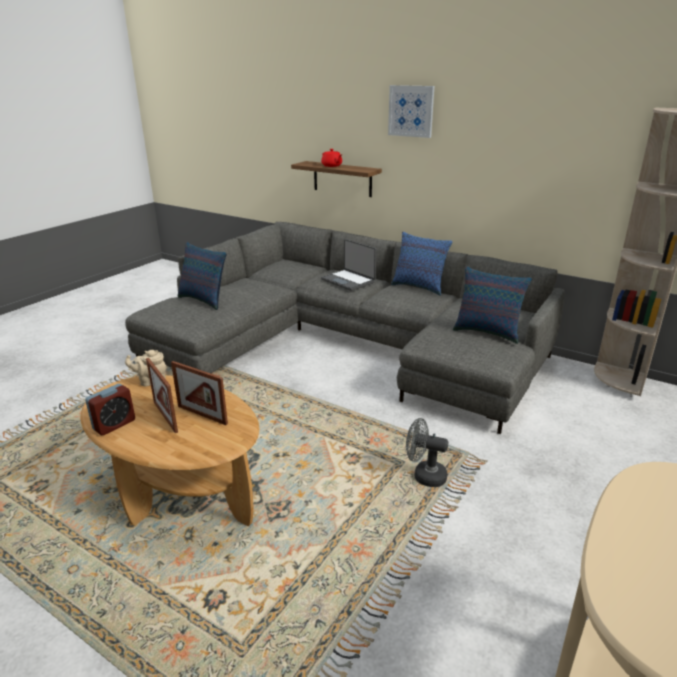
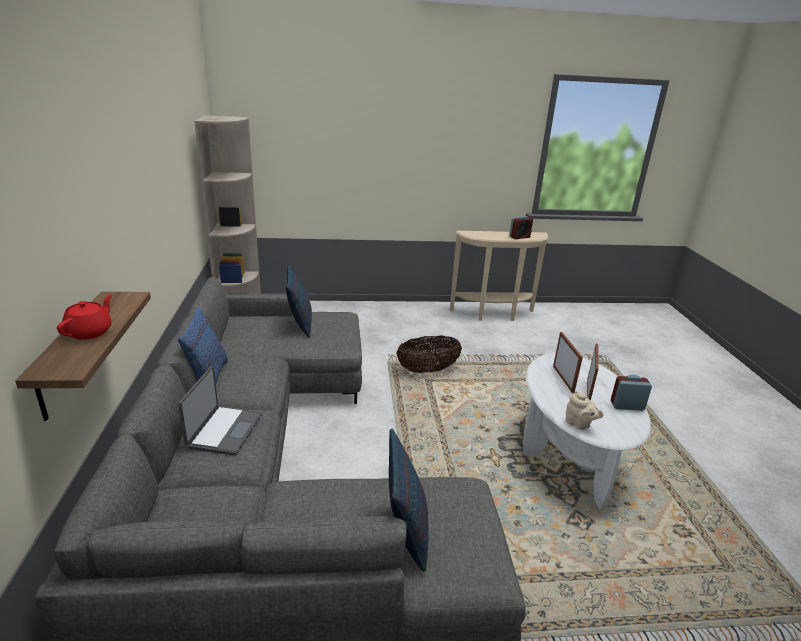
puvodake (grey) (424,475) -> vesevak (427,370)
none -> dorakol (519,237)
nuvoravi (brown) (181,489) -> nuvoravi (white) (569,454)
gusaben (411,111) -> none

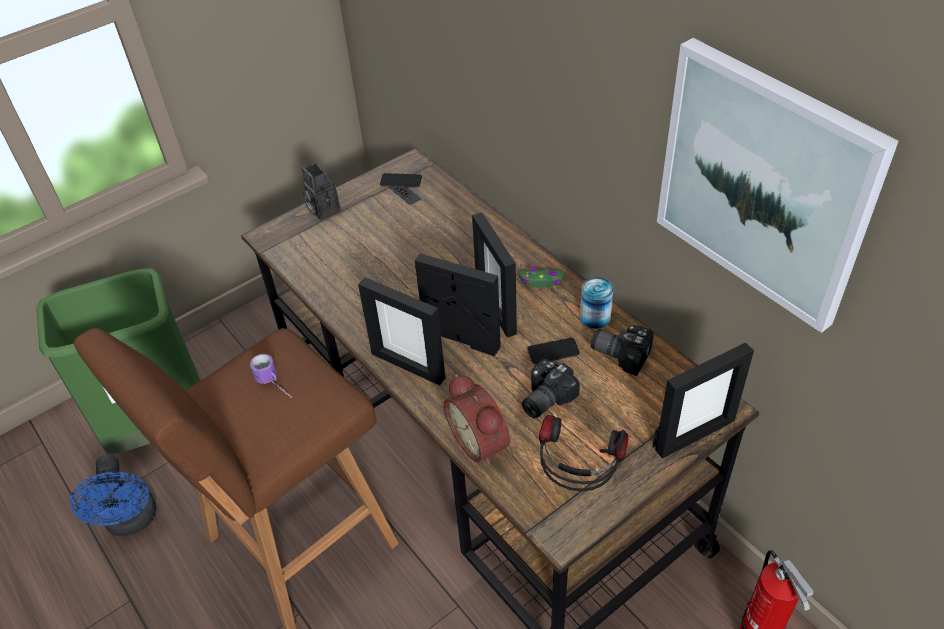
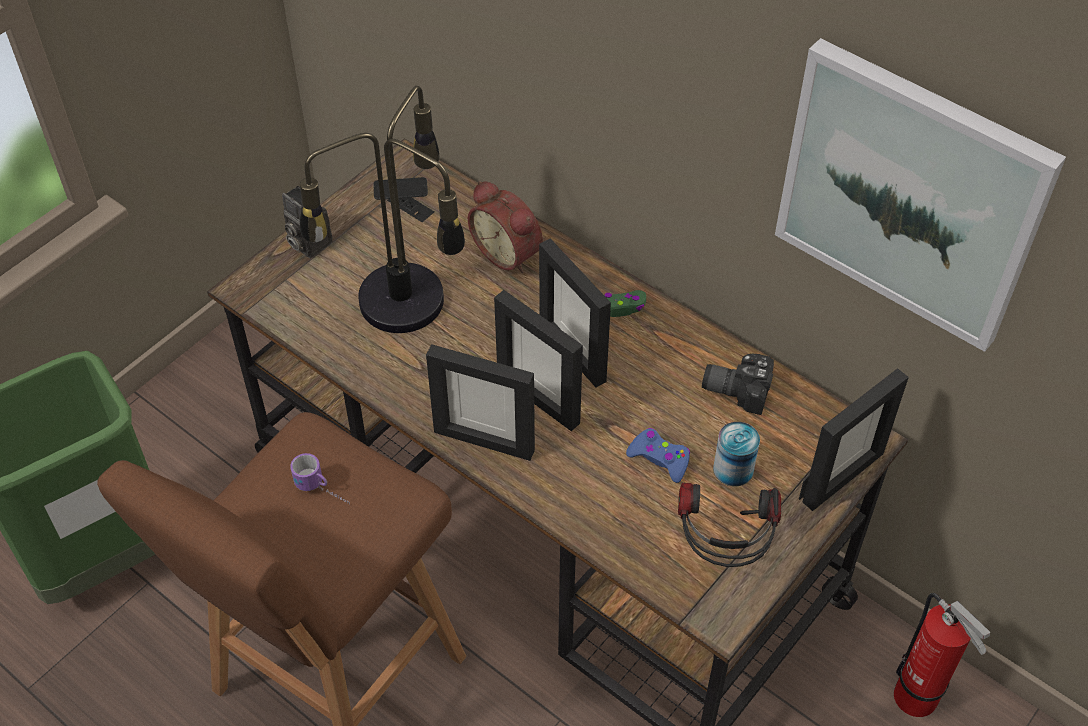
none -> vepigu (402,302)
dorakol (482,441) -> dorakol (509,252), moved
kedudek (460,339) -> kedudek (539,398), 150 degrees counterclockwise
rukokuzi (543,398) -> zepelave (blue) (659,459)
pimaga (595,317) -> pimaga (733,469), moved
puvodake (blue) (132,521) -> none
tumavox (553,351) -> none

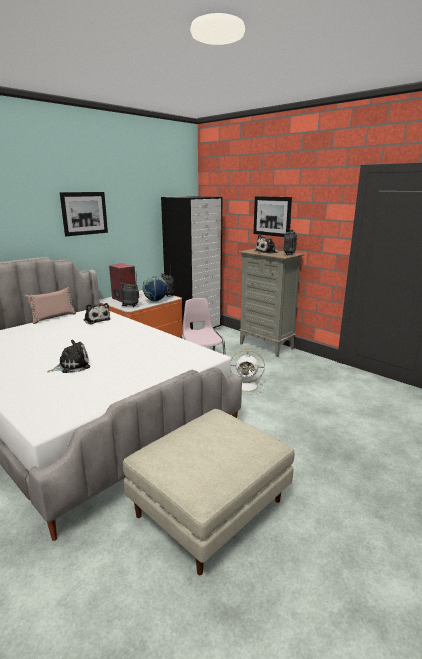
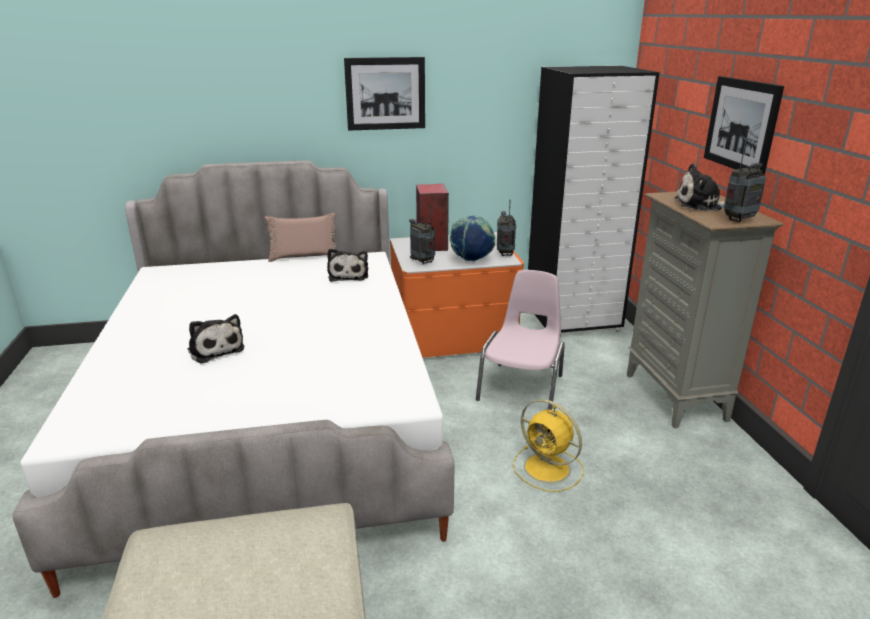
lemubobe (72,366) -> lemubobe (215,349), 45 degrees clockwise
puvodake (white) (247,386) -> puvodake (yellow) (548,469)

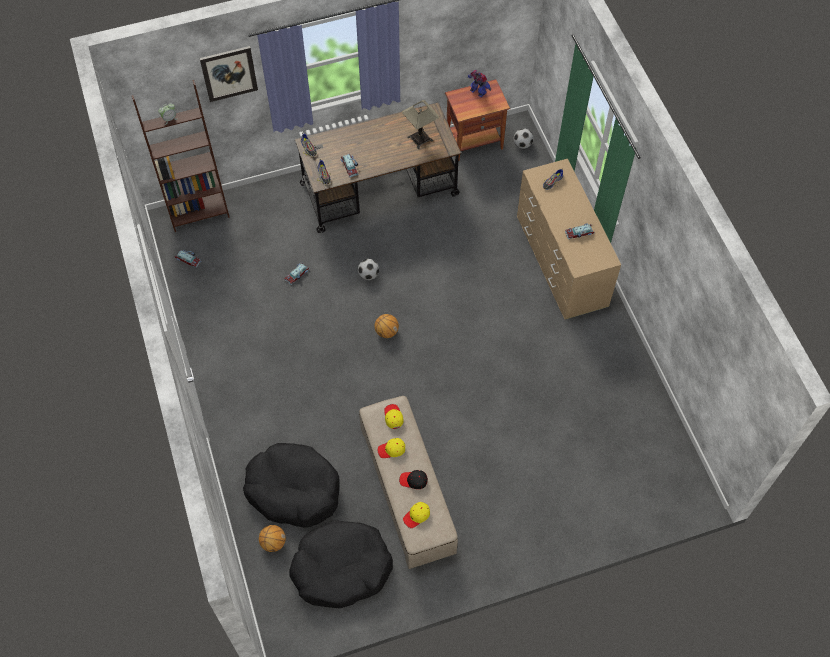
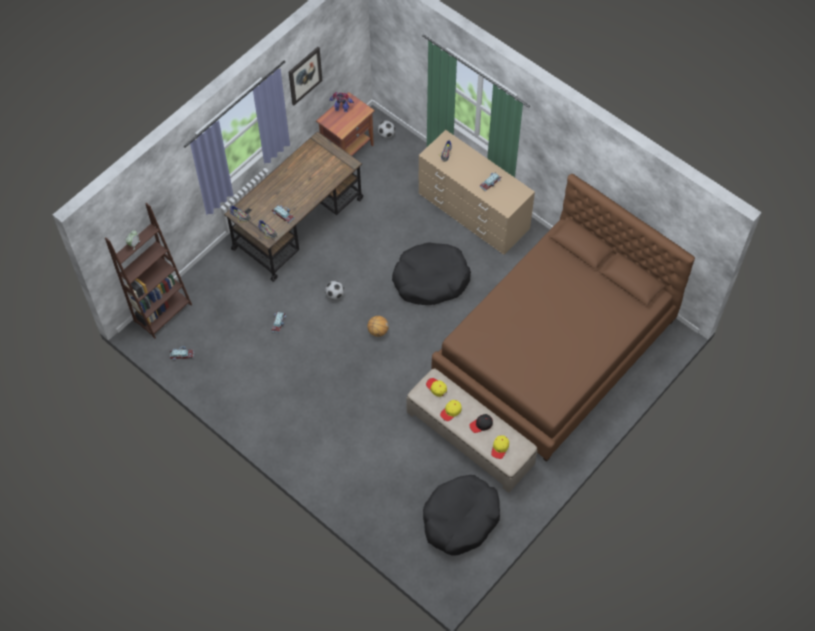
gusaben (229,73) -> gusaben (304,75), moved
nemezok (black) (293,489) -> nemezok (black) (430,279), moved
none -> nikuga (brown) (555,347)
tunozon (273,542) -> none
vepigu (420,138) -> none

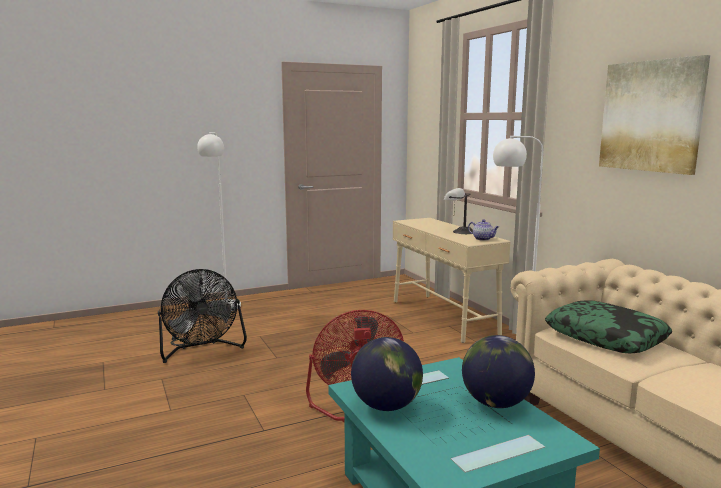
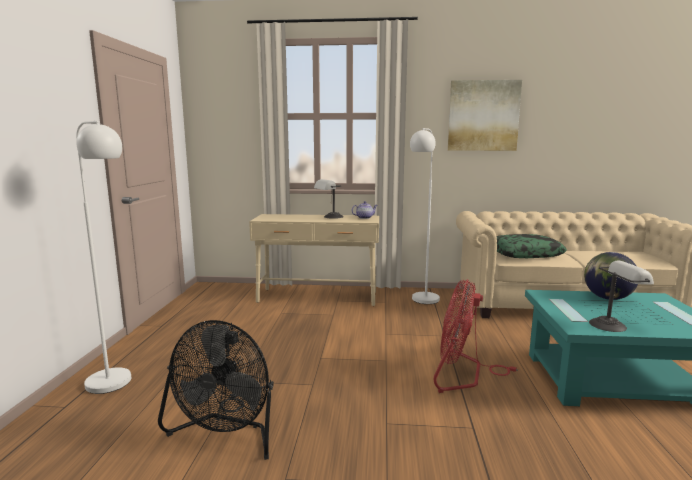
puvodake (black) (198,350) -> puvodake (black) (225,431), 105 degrees clockwise
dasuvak (386,406) -> vepigu (613,324)

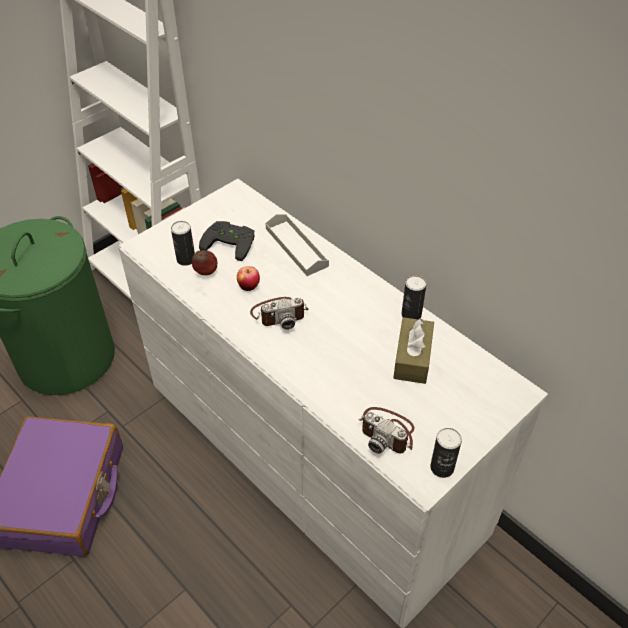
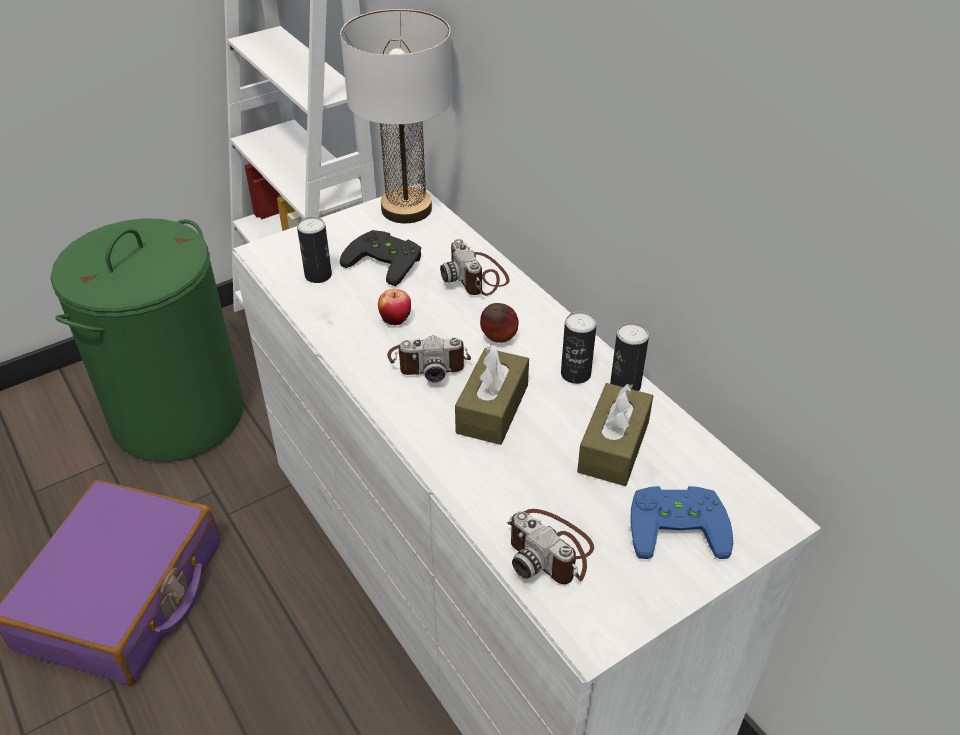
none -> vepigu (407,209)
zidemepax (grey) (296,247) -> rukokuzi (477,277)
none -> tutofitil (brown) (492,409)
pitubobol (206,273) -> pitubobol (498,339), moved
pimaga (442,467) -> pimaga (575,374), moved
none -> zepelave (blue) (677,523)

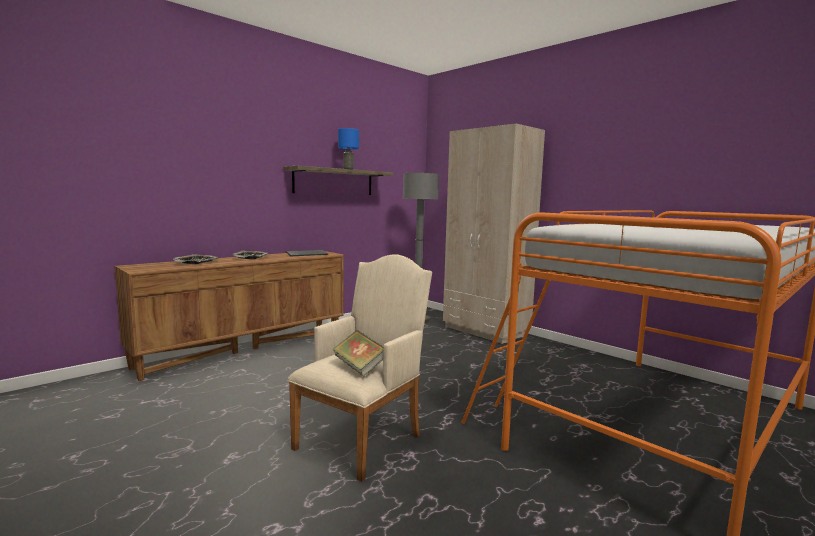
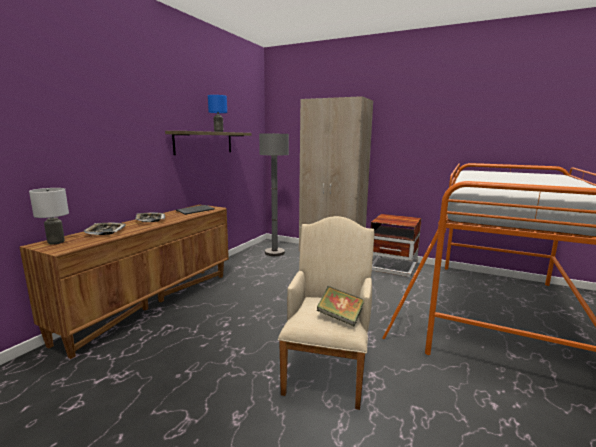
none -> vepigu (white) (57,242)
none -> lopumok (393,266)

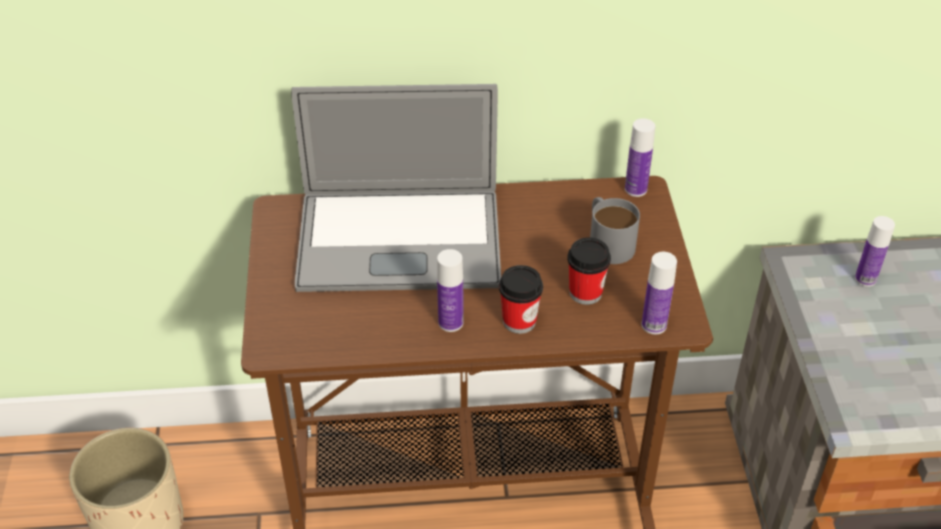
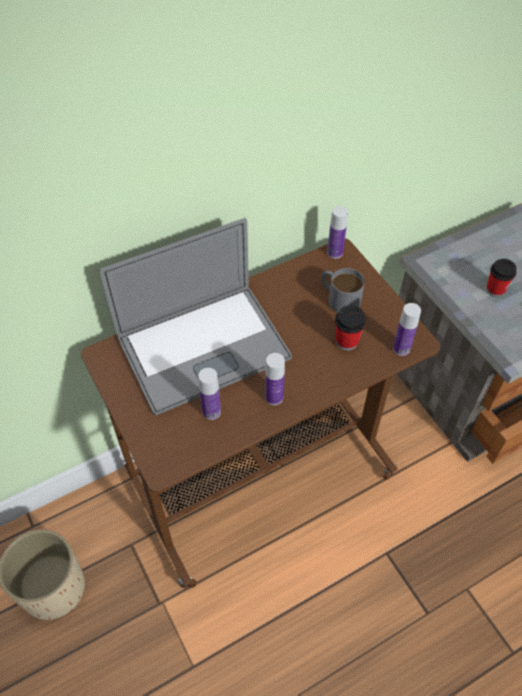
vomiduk (865,279) -> vomiduk (211,411), moved
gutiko (519,321) -> gutiko (495,290), moved

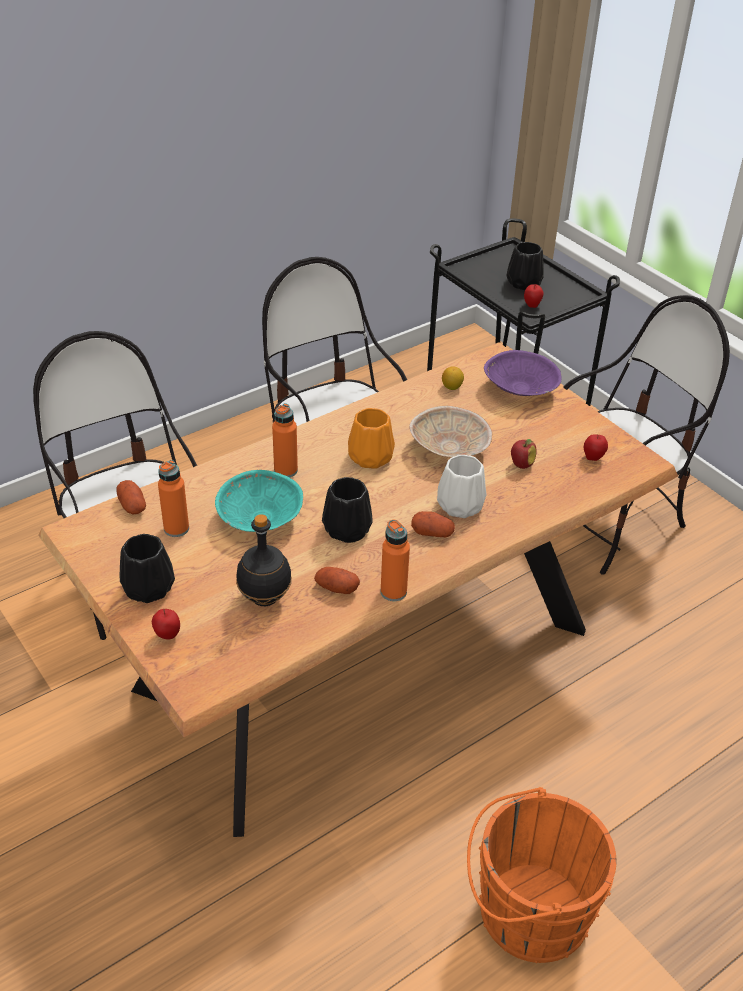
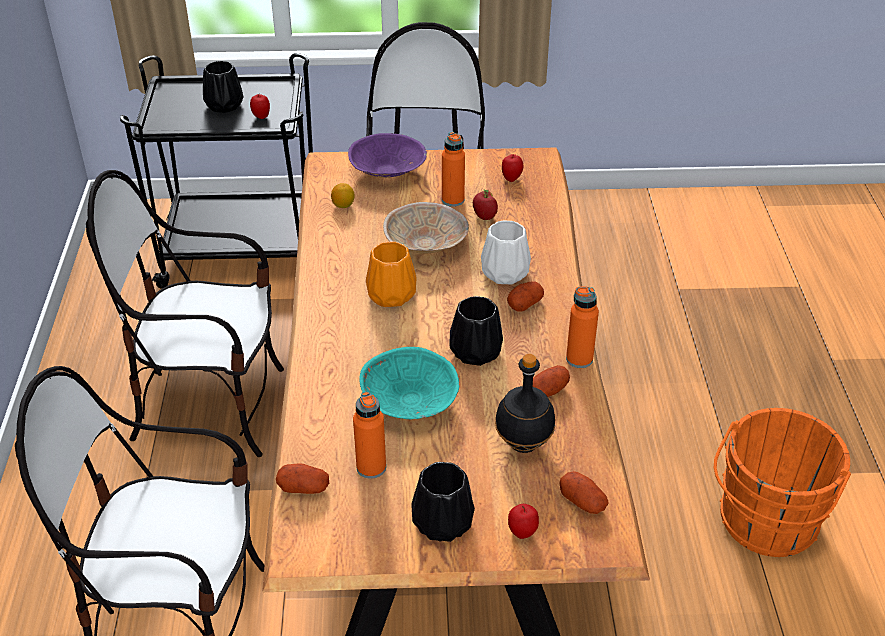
vomiduk (orange) (285,470) -> vomiduk (orange) (453,200), moved
none -> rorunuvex (582,501)

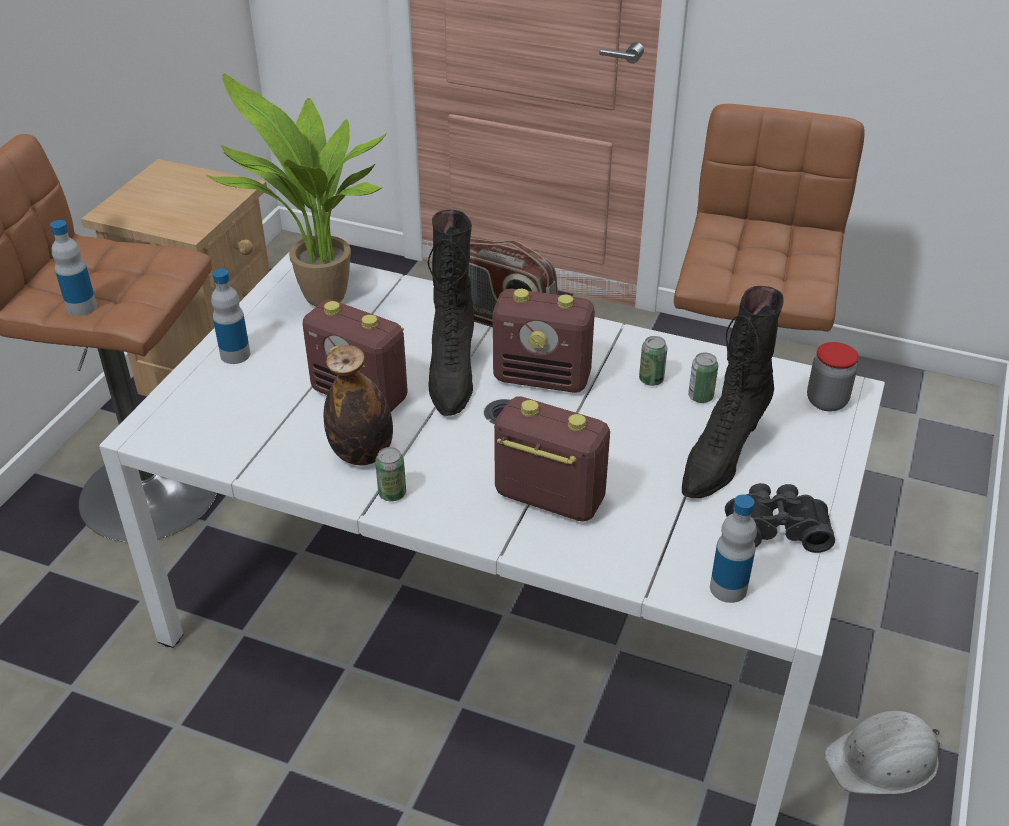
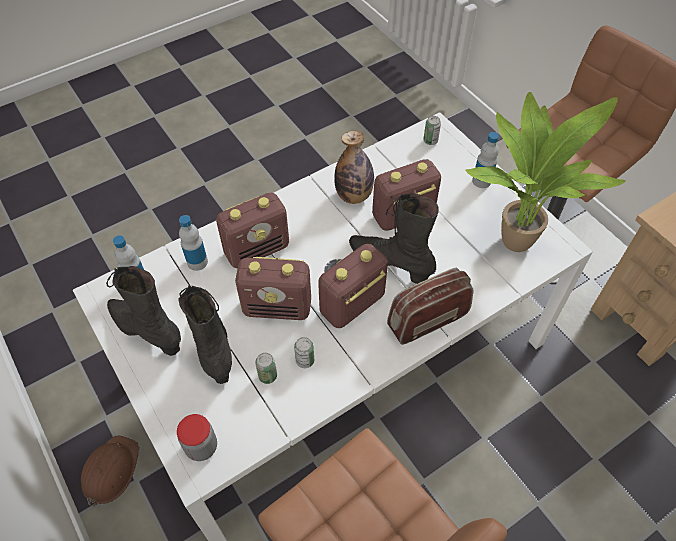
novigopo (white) (884,760) -> novigopo (brown) (110,471)
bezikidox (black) (775,527) -> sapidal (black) (147,331)
vomiduk (81,307) -> vomiduk (197,262), moved
none -> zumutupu (278,307)
pimaga (392,494) -> pimaga (430,141), moved

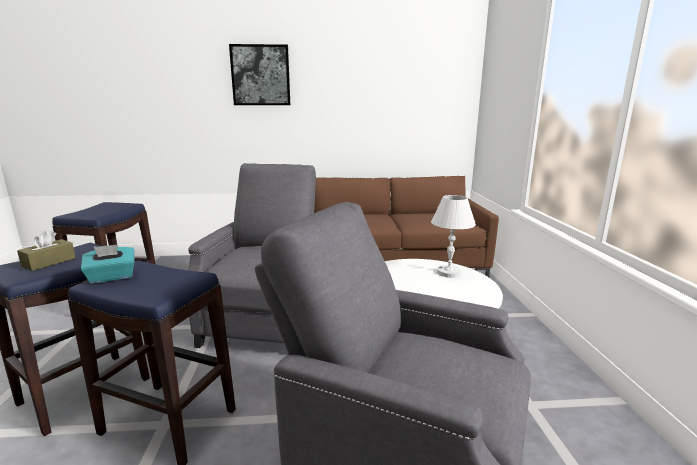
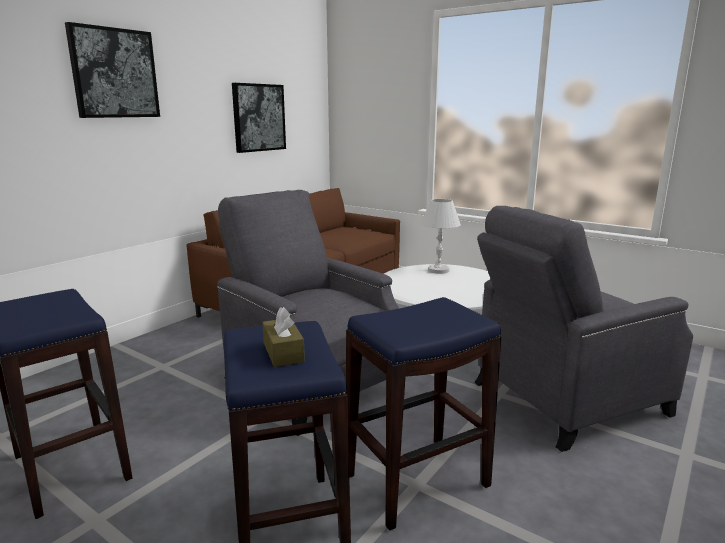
none -> gusaben (258,117)
tutofitil (turquoise) (112,277) -> none

